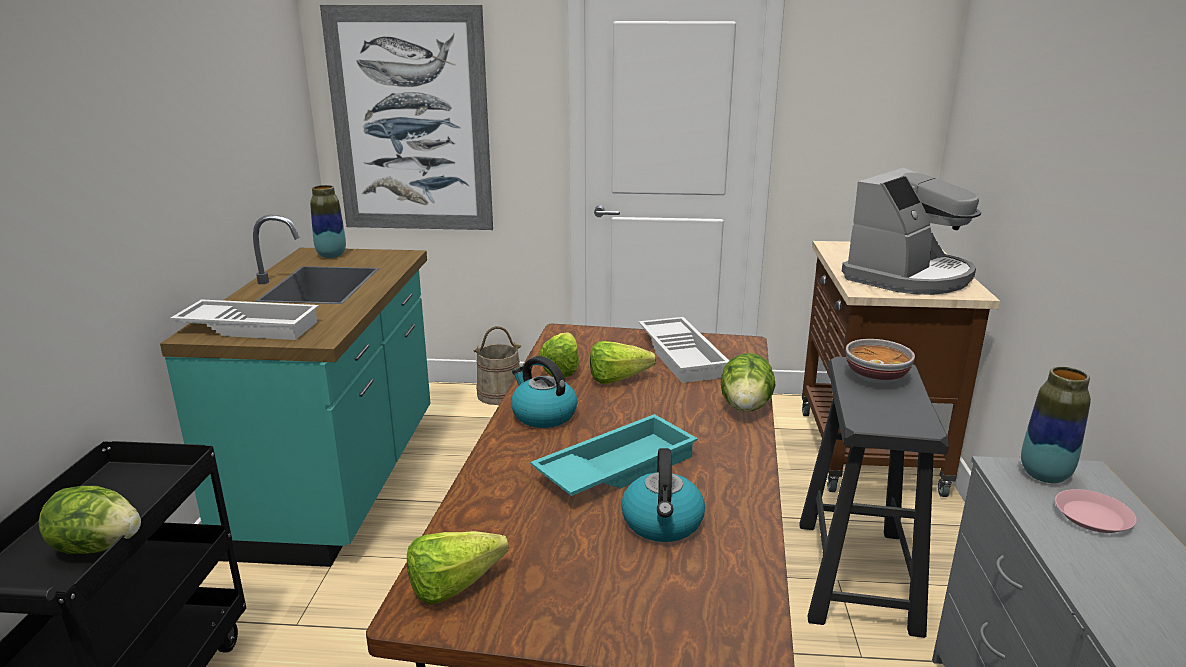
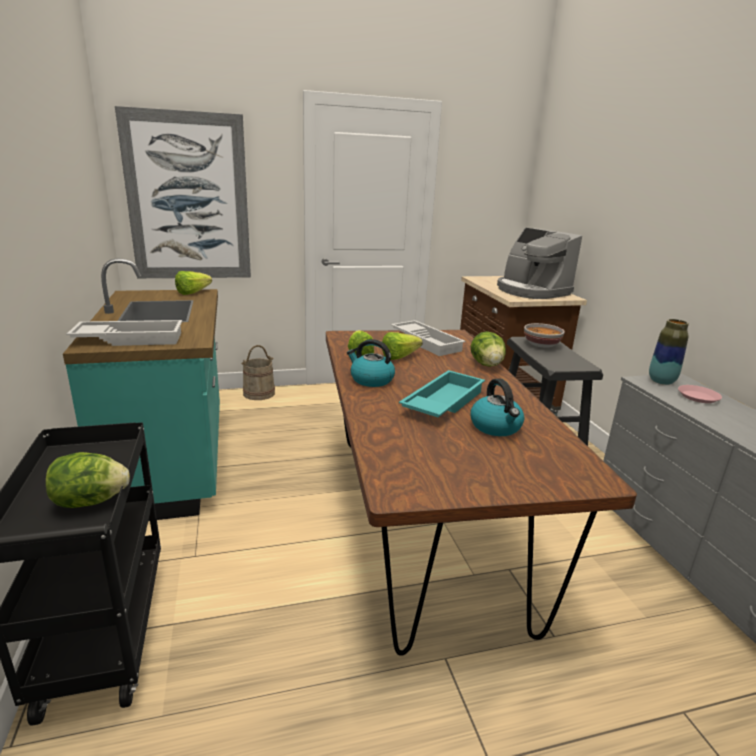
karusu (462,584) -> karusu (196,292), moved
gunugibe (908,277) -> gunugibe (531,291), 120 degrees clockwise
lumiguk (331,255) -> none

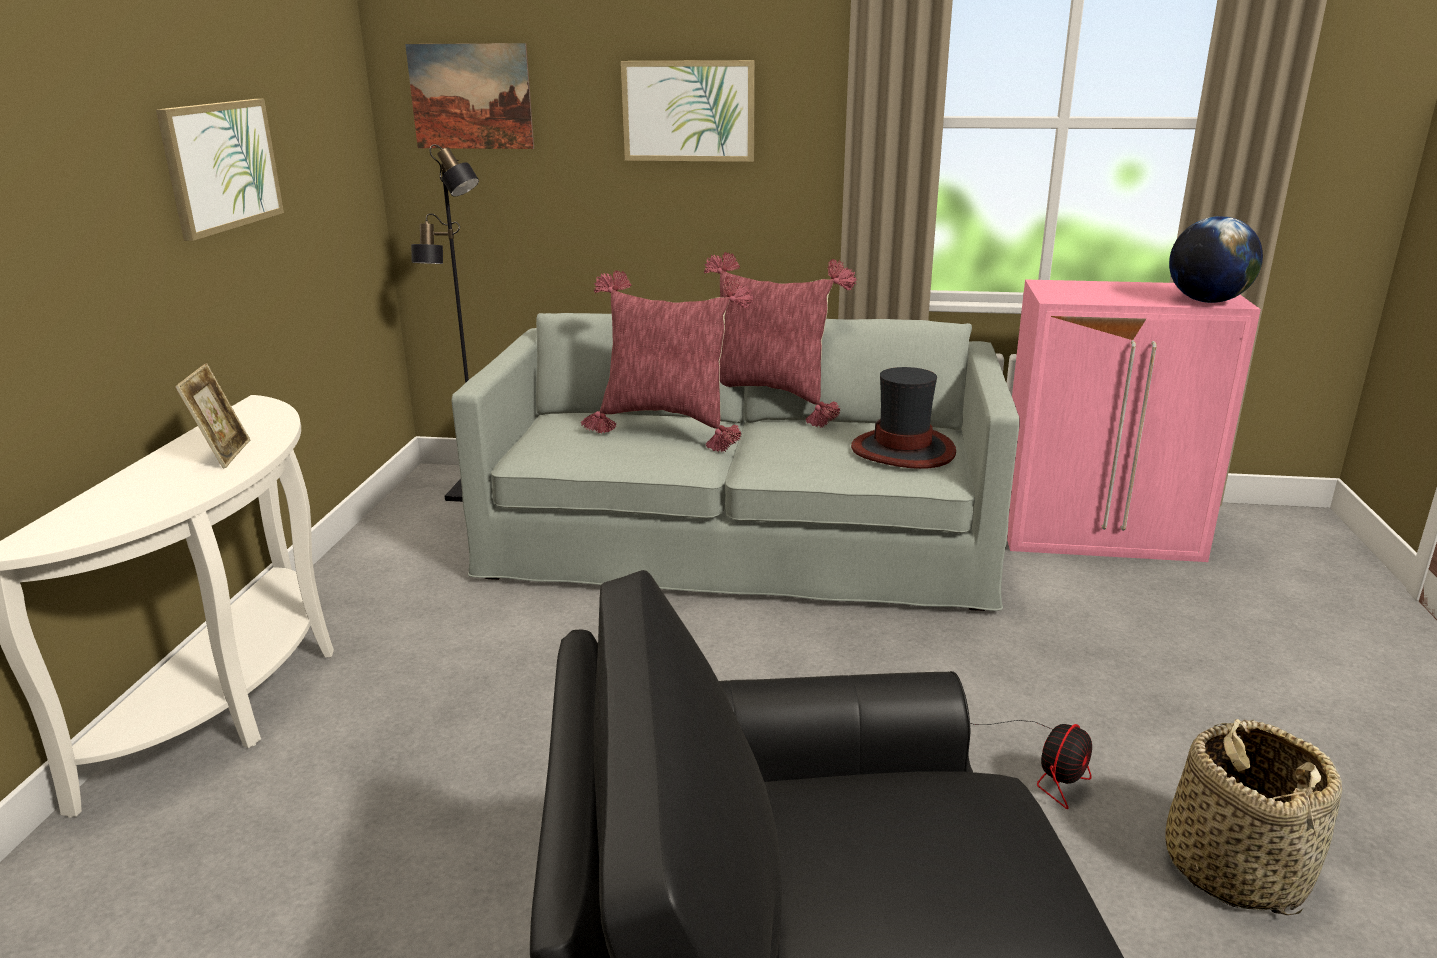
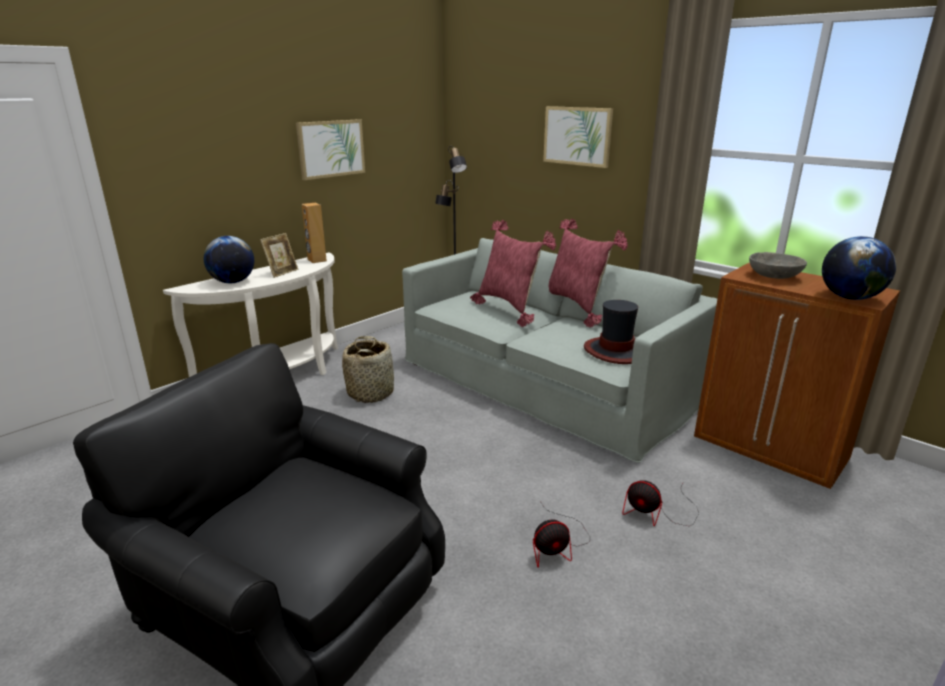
none -> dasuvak (233,282)
none -> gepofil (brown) (316,260)
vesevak (1234,867) -> vesevak (371,393), moved
none -> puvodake (657,513)
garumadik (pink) (1099,534) -> garumadik (brown) (770,447)
none -> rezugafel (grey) (774,276)
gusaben (471,96) -> none

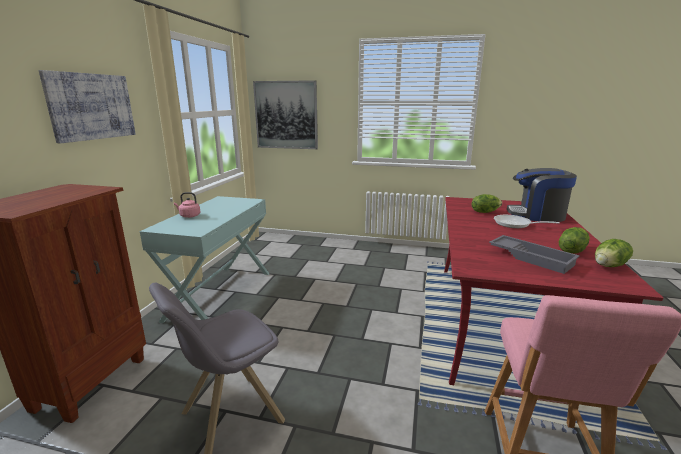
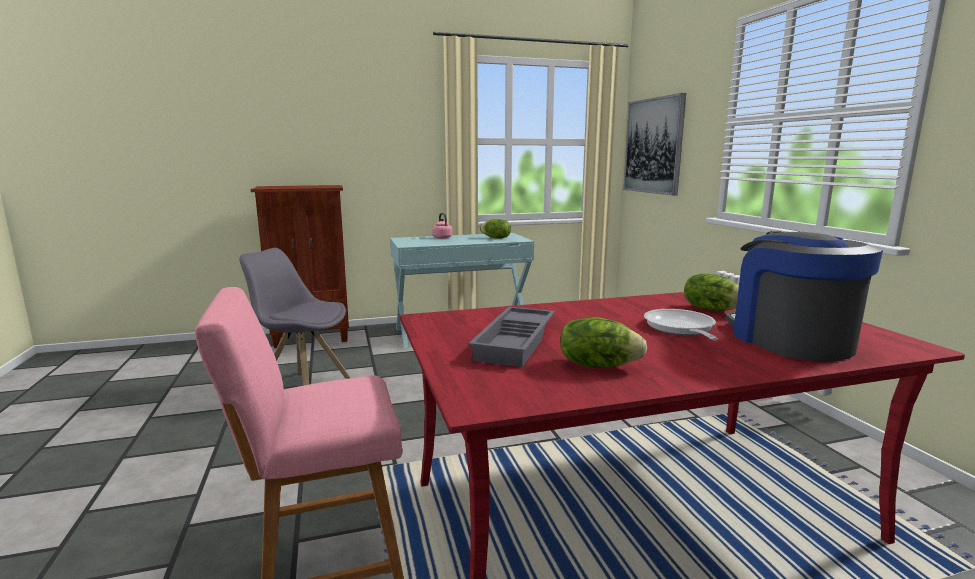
karusu (610,266) -> karusu (496,238), moved
gusaben (91,106) -> none

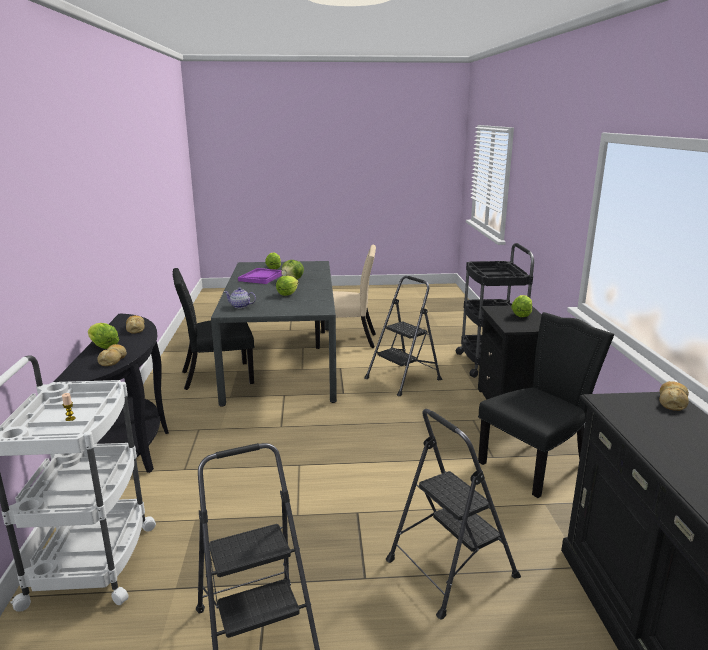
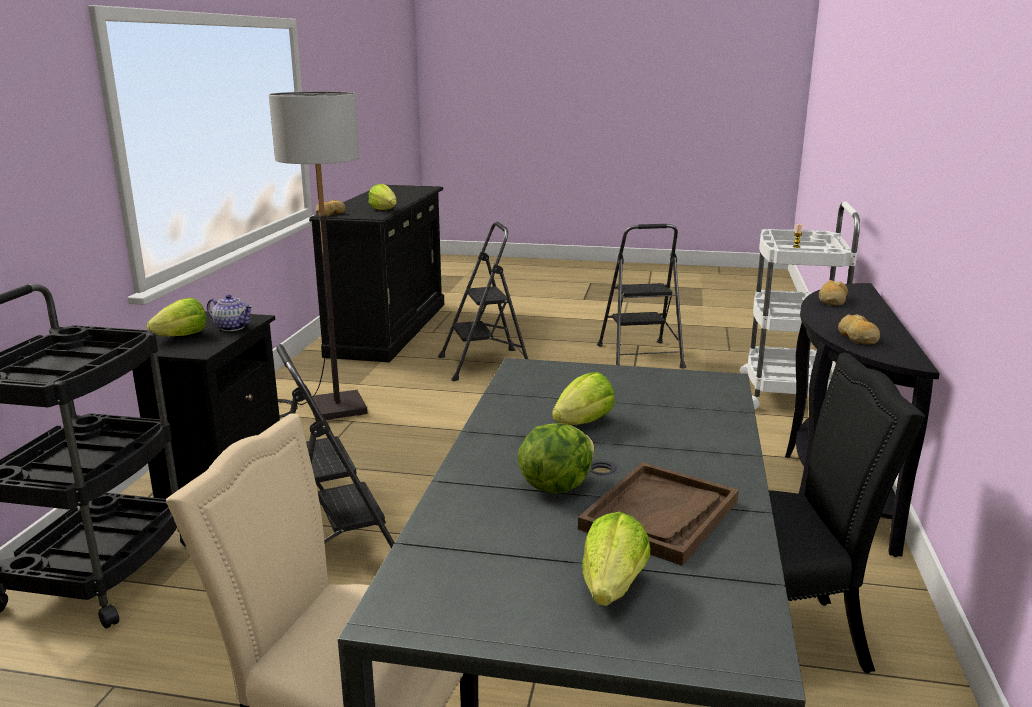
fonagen (240,306) -> fonagen (232,327), moved
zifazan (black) (533,465) -> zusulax (319,409)
karusu (103,346) -> karusu (384,210), moved
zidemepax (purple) (261,277) -> zidemepax (brown) (660,515)

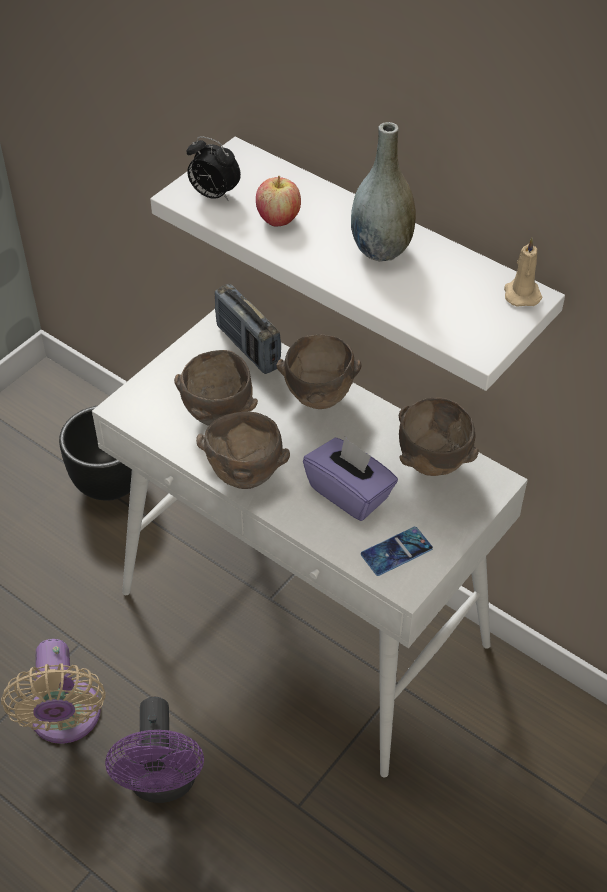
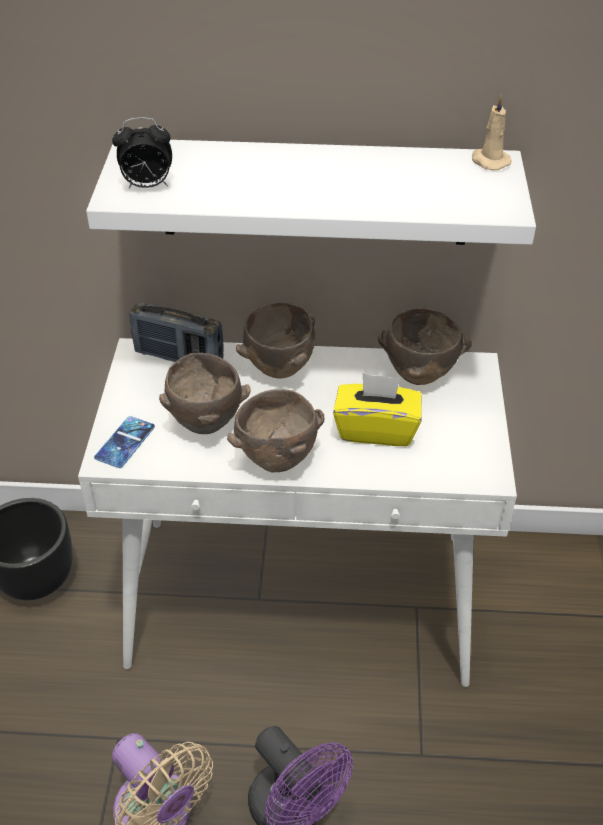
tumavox (396,551) -> tumavox (125,442), moved
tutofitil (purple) (349,493) -> tutofitil (yellow) (376,429)
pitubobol (278,219) -> none
lumiguk (grey) (381,249) -> none

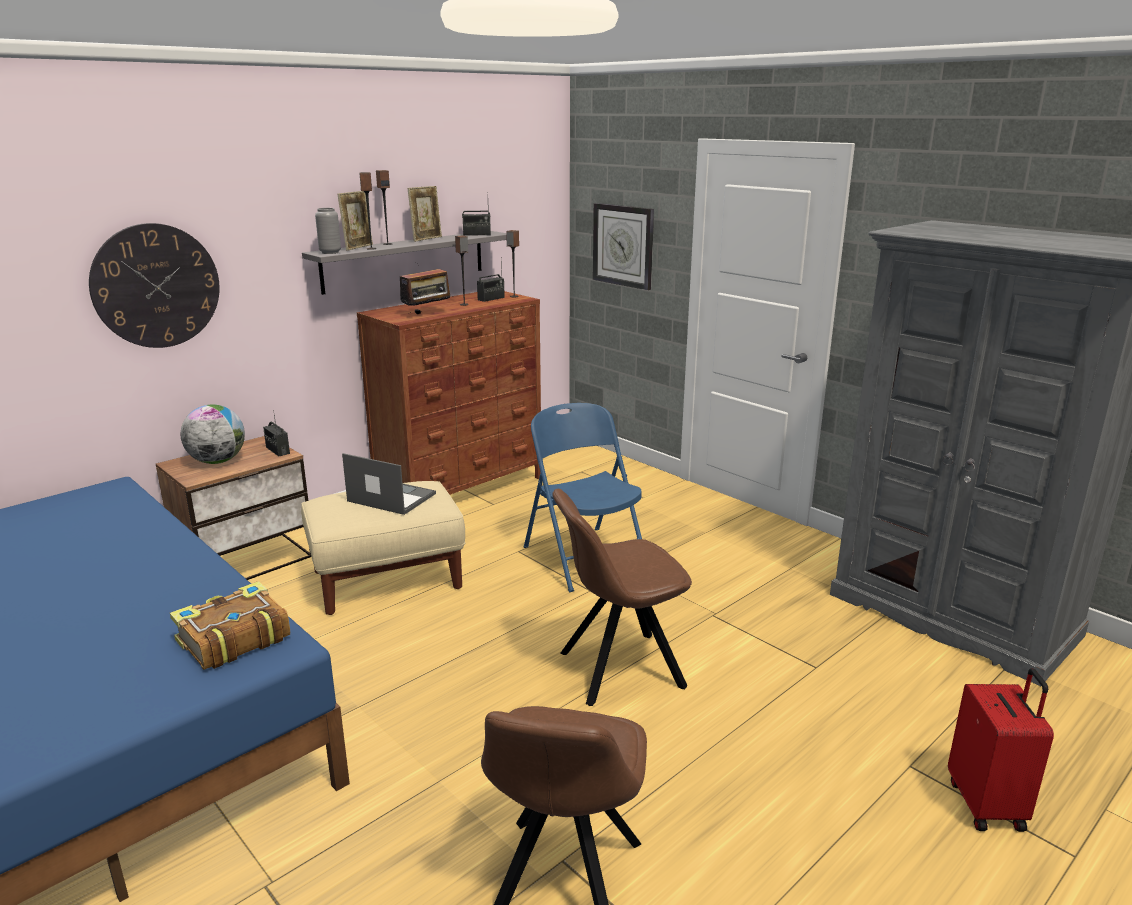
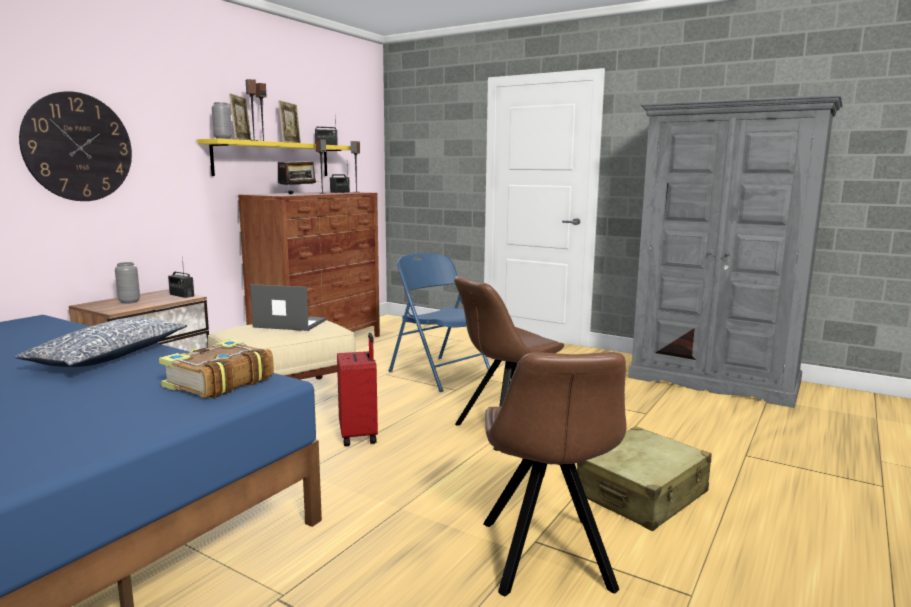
none -> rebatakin (109,357)
dasuvak (217,461) -> lumiguk (grey) (129,302)
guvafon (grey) (405,261) -> guvafon (yellow) (273,159)
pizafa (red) (987,805) -> pizafa (red) (359,435), moved
none -> pizafa (beige) (642,494)
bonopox (623,245) -> none

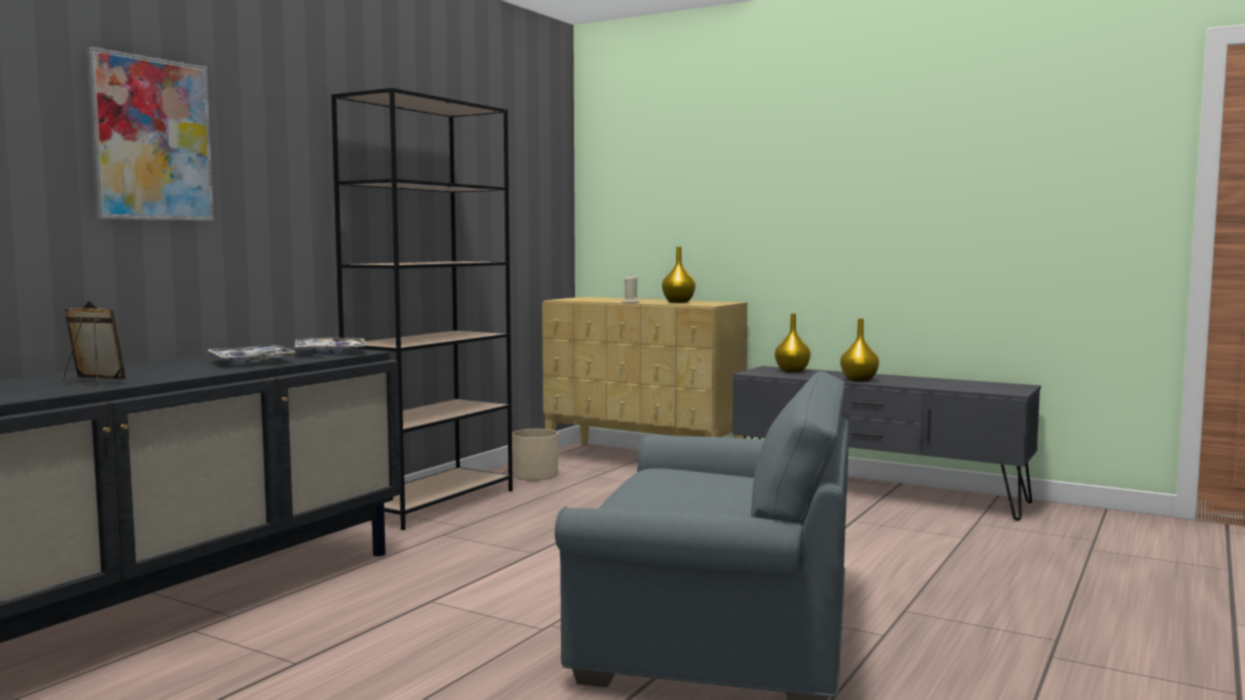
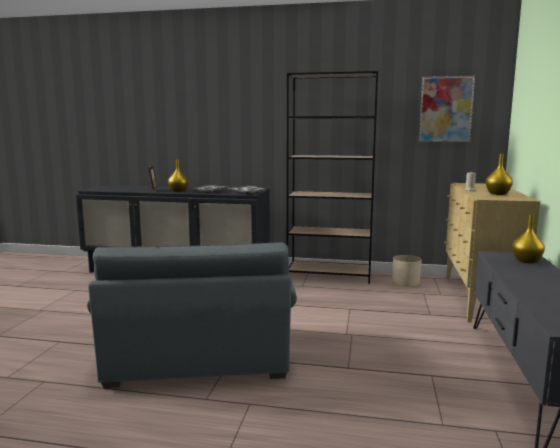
lumiguk (yellow) (859,380) -> lumiguk (yellow) (178,191), moved
gusaben (151,139) -> gusaben (445,109), moved

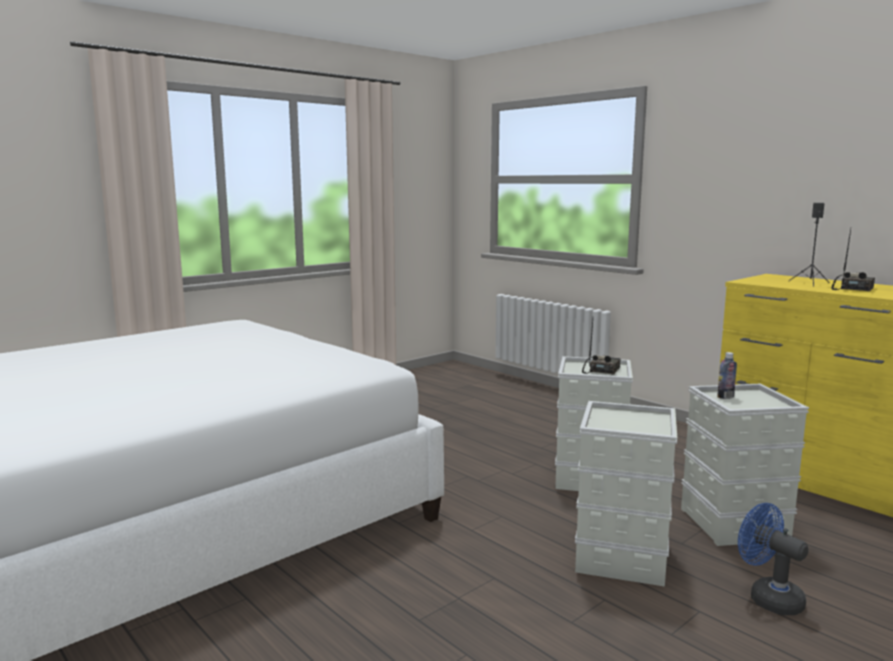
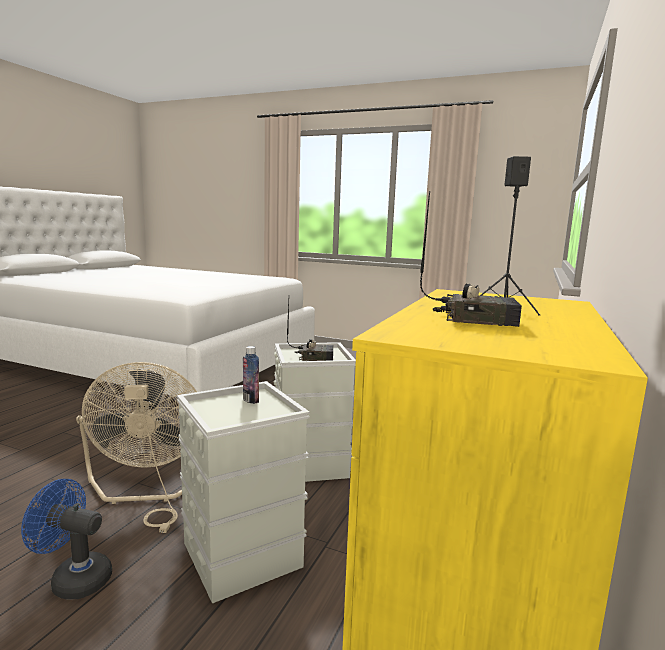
puvodake (blue) (768,597) -> puvodake (blue) (74,578), 105 degrees counterclockwise
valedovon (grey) (622,558) -> puvodake (beige) (149,491)

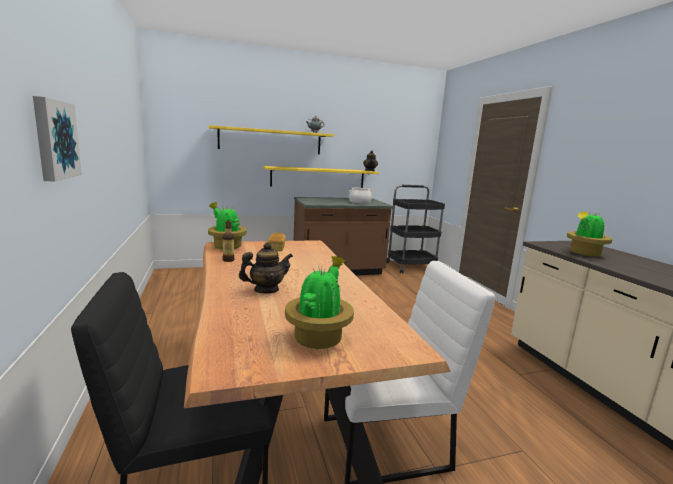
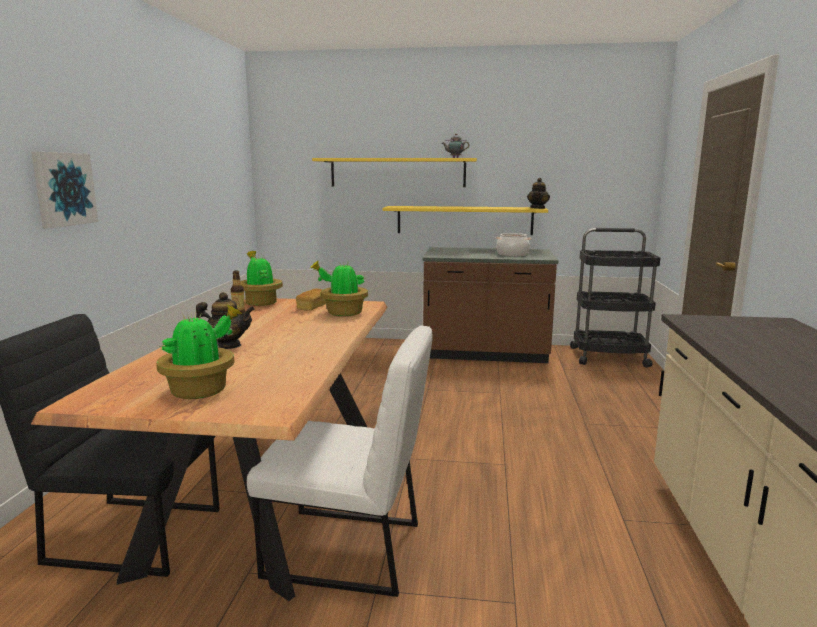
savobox (584,253) -> savobox (342,313), moved

